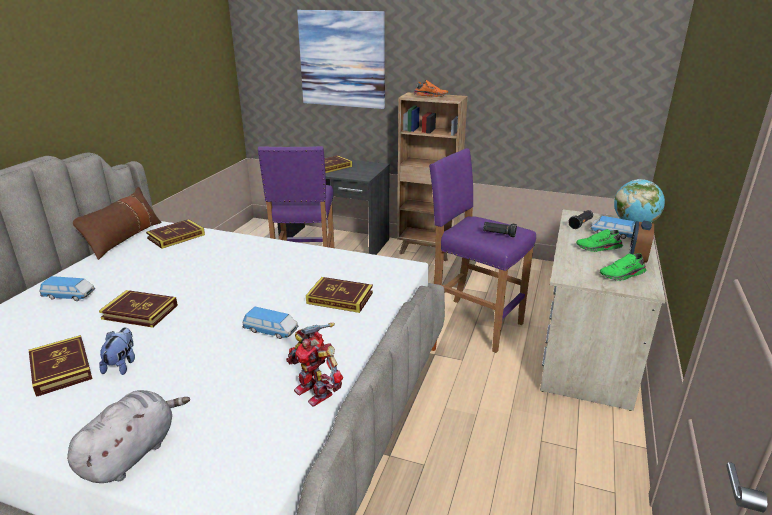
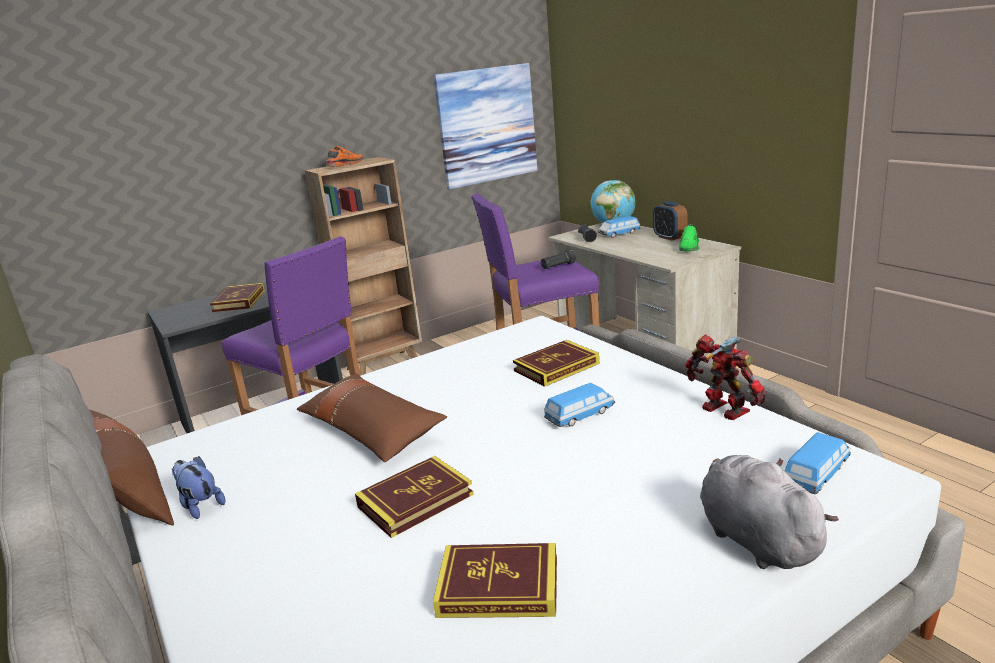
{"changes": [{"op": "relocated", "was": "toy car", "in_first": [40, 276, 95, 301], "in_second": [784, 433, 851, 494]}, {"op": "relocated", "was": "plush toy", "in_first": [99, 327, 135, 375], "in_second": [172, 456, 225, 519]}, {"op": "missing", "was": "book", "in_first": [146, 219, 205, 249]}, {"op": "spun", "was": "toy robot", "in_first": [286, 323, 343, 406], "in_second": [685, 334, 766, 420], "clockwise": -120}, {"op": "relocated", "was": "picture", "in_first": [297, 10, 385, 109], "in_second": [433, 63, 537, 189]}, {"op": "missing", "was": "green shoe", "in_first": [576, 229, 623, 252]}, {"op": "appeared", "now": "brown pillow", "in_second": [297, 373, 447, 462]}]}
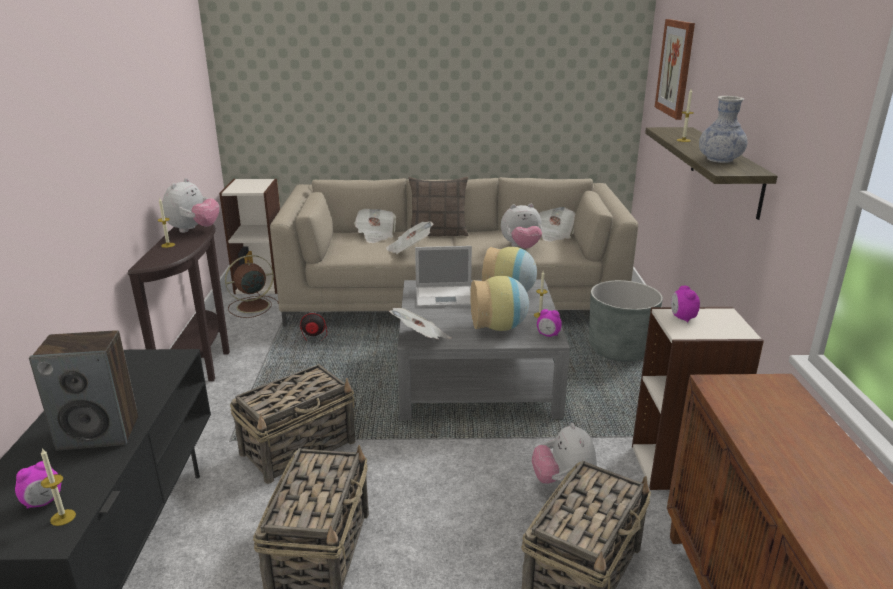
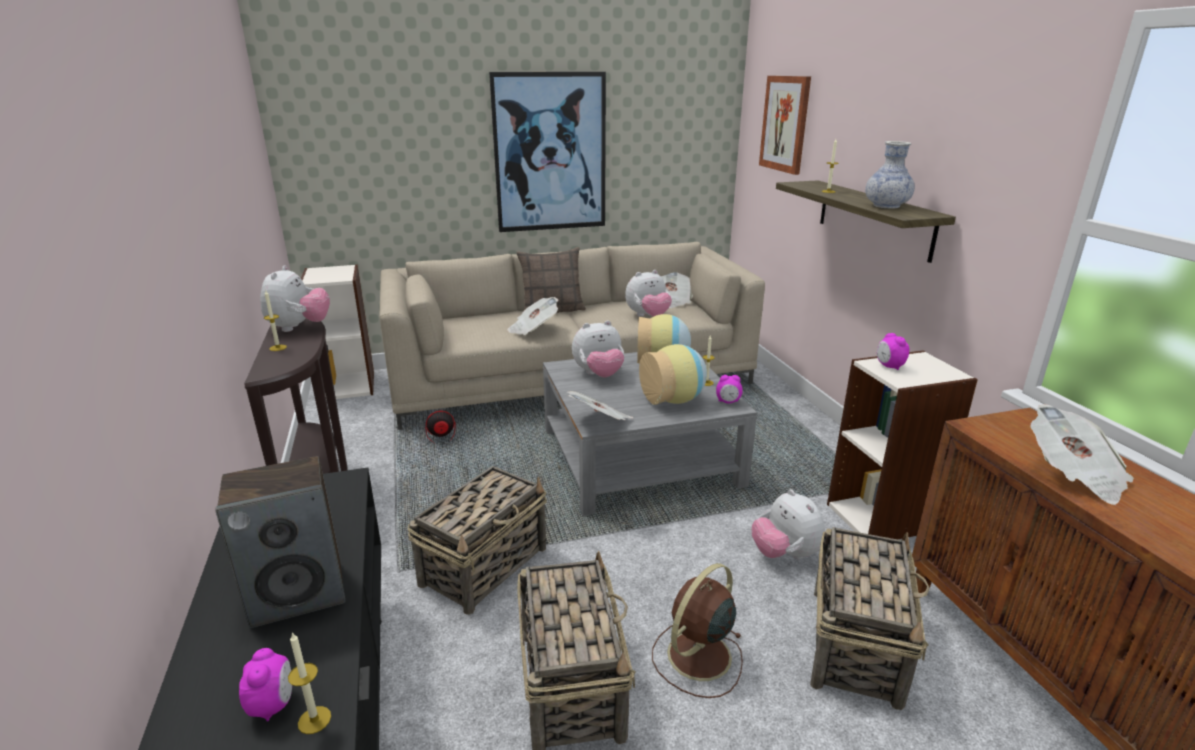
{"changes": [{"op": "spun", "was": "alarm clock", "in_first": [15, 461, 61, 509], "in_second": [239, 648, 292, 722], "clockwise": -45}, {"op": "relocated", "was": "brown fan", "in_first": [225, 255, 279, 318], "in_second": [652, 563, 743, 698]}, {"op": "relocated", "was": "newspaper", "in_first": [354, 209, 396, 243], "in_second": [1031, 404, 1134, 505]}, {"op": "exchanged", "was": "laptop", "now": "plush toy", "in_first": [415, 246, 472, 308], "in_second": [572, 320, 624, 377]}, {"op": "missing", "was": "grey planter", "in_first": [589, 280, 663, 361]}, {"op": "appeared", "now": "picture", "in_second": [489, 72, 606, 232]}]}
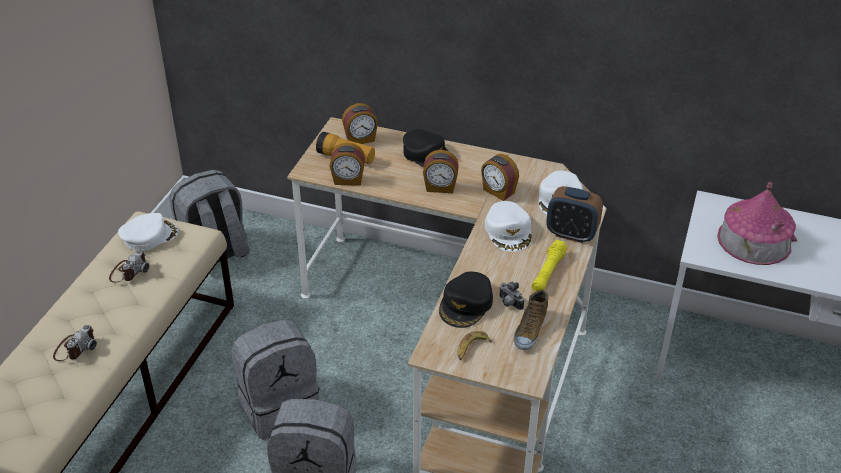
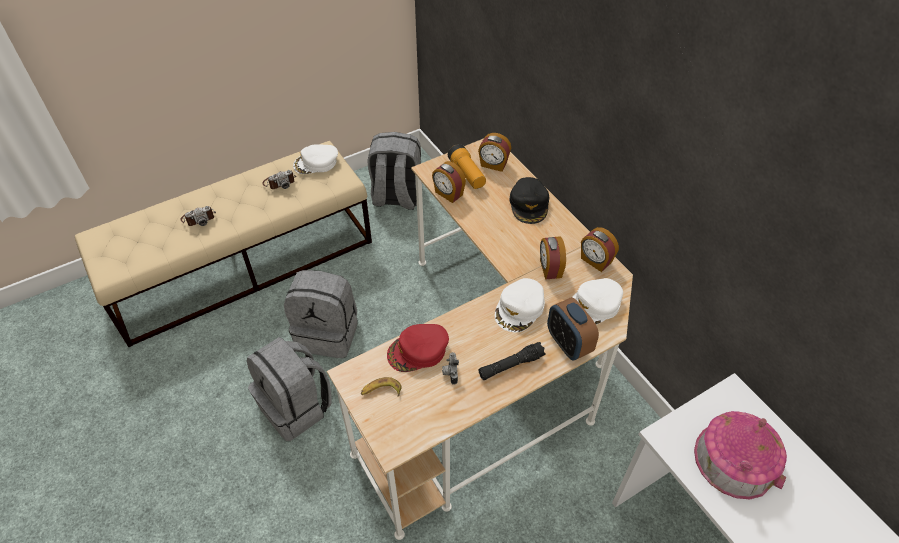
{"changes": [{"op": "spun", "was": "white cap", "in_first": [118, 213, 178, 251], "in_second": [293, 144, 338, 174], "clockwise": 150}, {"op": "relocated", "was": "alarm clock", "in_first": [423, 150, 459, 193], "in_second": [581, 227, 619, 272]}, {"op": "colour", "was": "black cap", "now": "red cap", "in_first": [439, 272, 493, 328], "in_second": [387, 324, 449, 372]}, {"op": "missing", "was": "shoe", "in_first": [514, 290, 548, 350]}, {"op": "colour", "was": "yellow flashlight", "now": "black flashlight", "in_first": [532, 239, 567, 292], "in_second": [478, 342, 545, 380]}]}
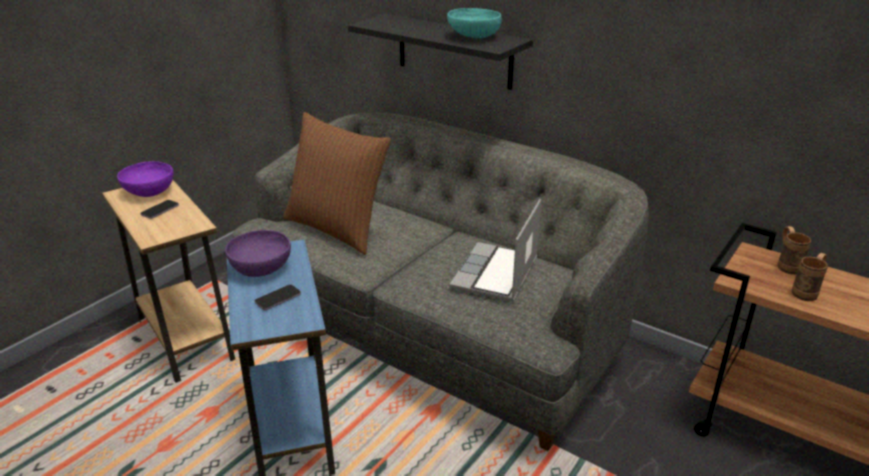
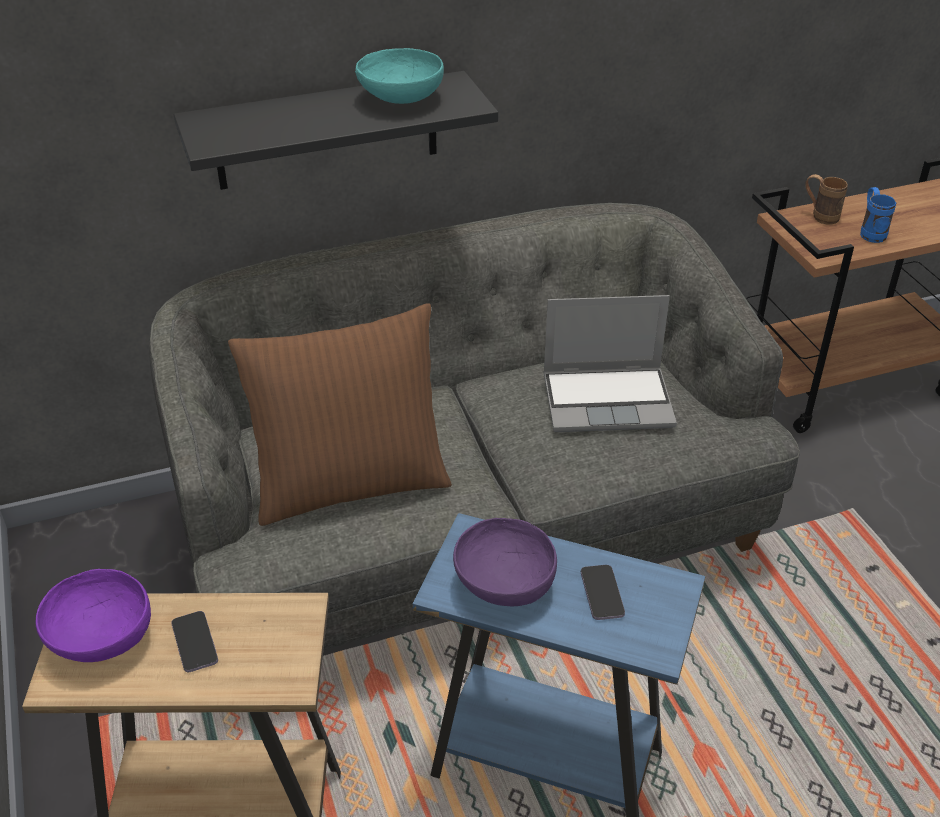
{"changes": [{"op": "spun", "was": "laptop", "in_first": [449, 199, 541, 302], "in_second": [544, 295, 677, 432], "clockwise": -60}, {"op": "colour", "was": "brown mug", "now": "blue mug", "in_first": [792, 253, 828, 301], "in_second": [860, 187, 896, 243]}]}
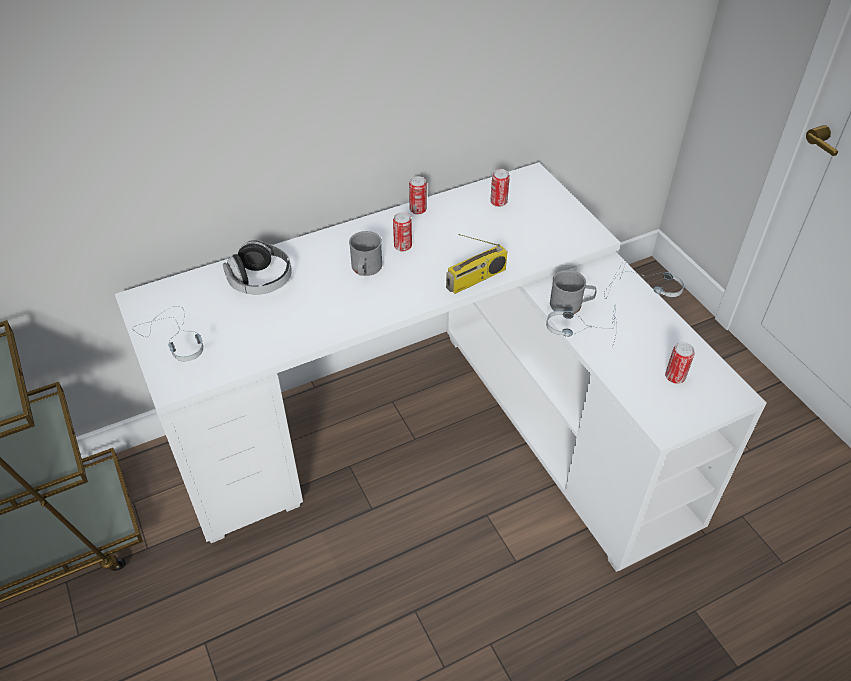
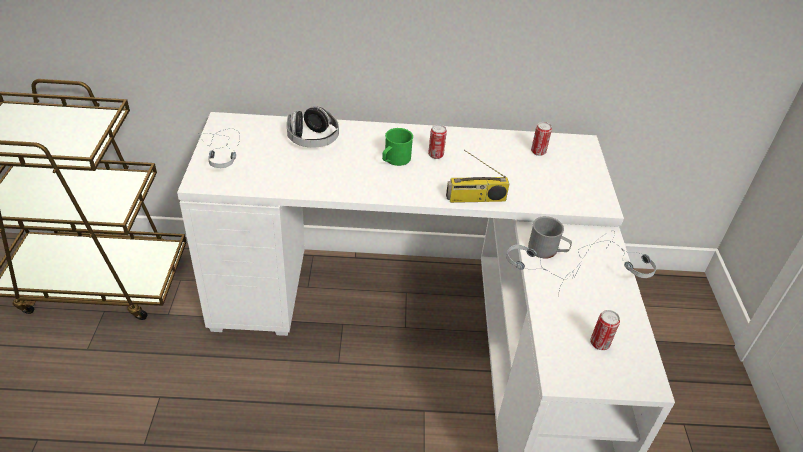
{"changes": [{"op": "colour", "was": "grey mug", "now": "green mug", "in_first": [349, 231, 382, 276], "in_second": [382, 128, 413, 166]}, {"op": "missing", "was": "can", "in_first": [409, 176, 427, 214]}]}
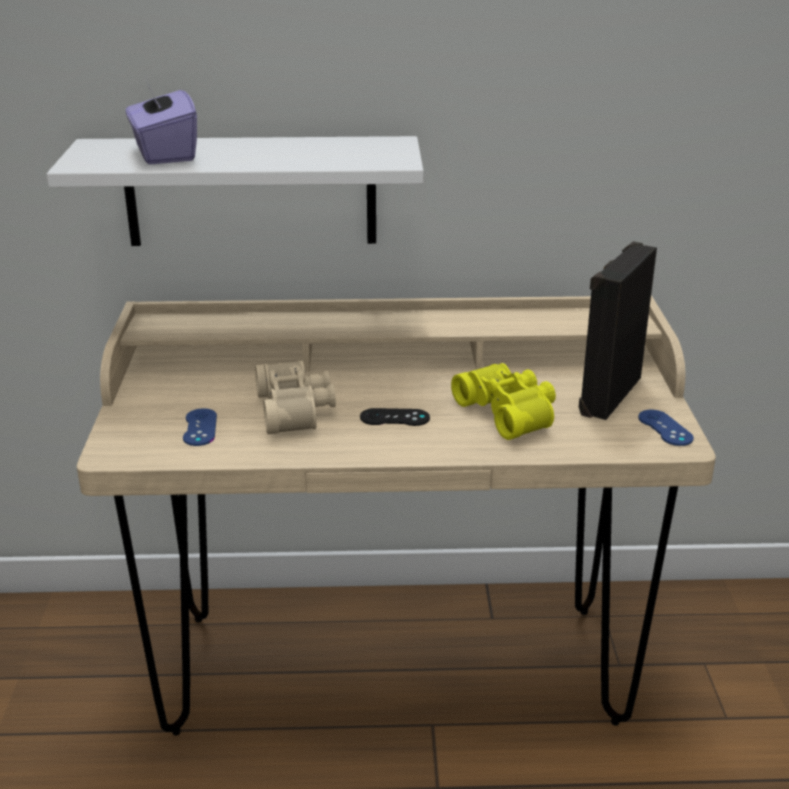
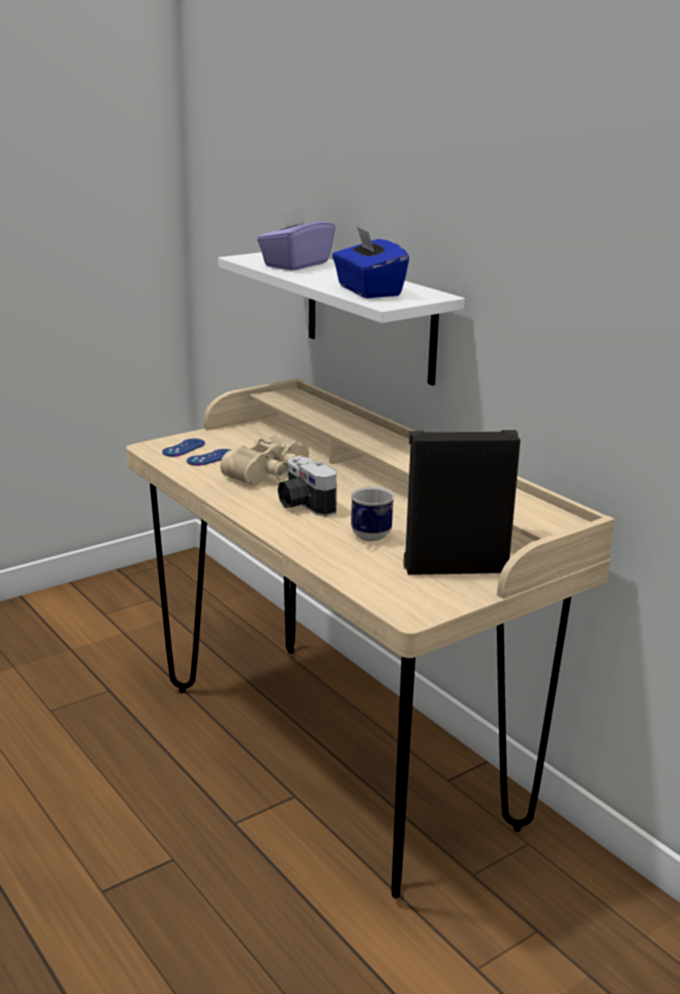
{"changes": [{"op": "exchanged", "was": "black game controller", "now": "photo camera", "in_first": [360, 408, 430, 426], "in_second": [278, 456, 337, 517]}, {"op": "exchanged", "was": "yellow binoculars", "now": "mug", "in_first": [451, 363, 556, 440], "in_second": [351, 486, 395, 541]}, {"op": "relocated", "was": "blue game controller", "in_first": [638, 410, 694, 446], "in_second": [162, 439, 205, 457]}, {"op": "appeared", "now": "blue tissue box", "in_second": [332, 225, 409, 298]}]}
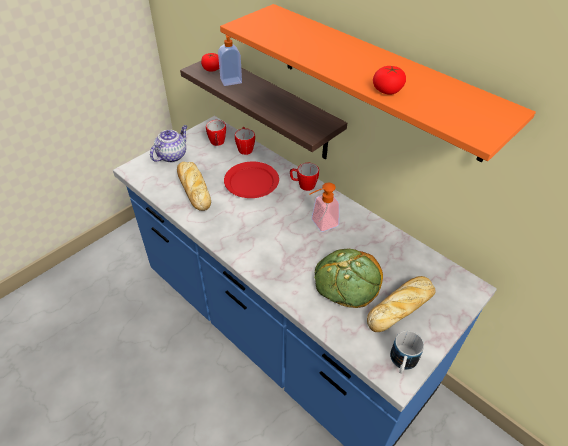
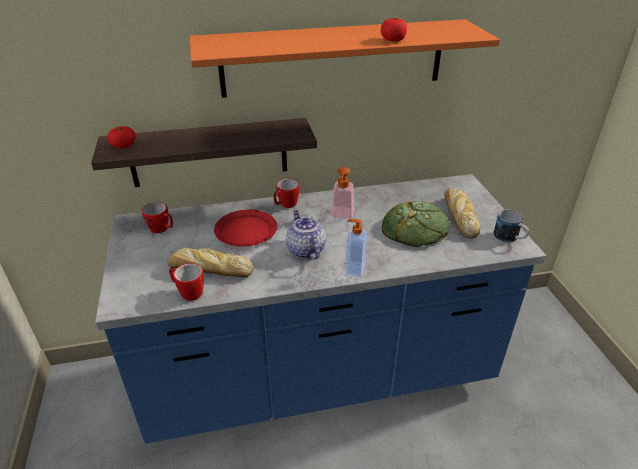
{"changes": [{"op": "relocated", "was": "teapot", "in_first": [150, 125, 187, 163], "in_second": [286, 210, 326, 260]}, {"op": "relocated", "was": "soap dispenser", "in_first": [218, 35, 242, 86], "in_second": [345, 219, 367, 277]}, {"op": "relocated", "was": "mug", "in_first": [235, 126, 255, 155], "in_second": [169, 263, 204, 301]}]}
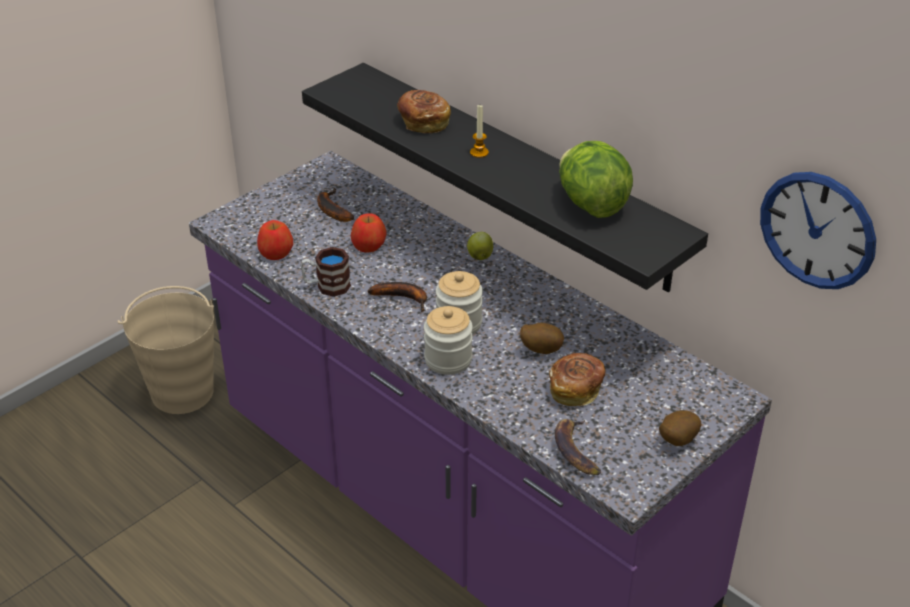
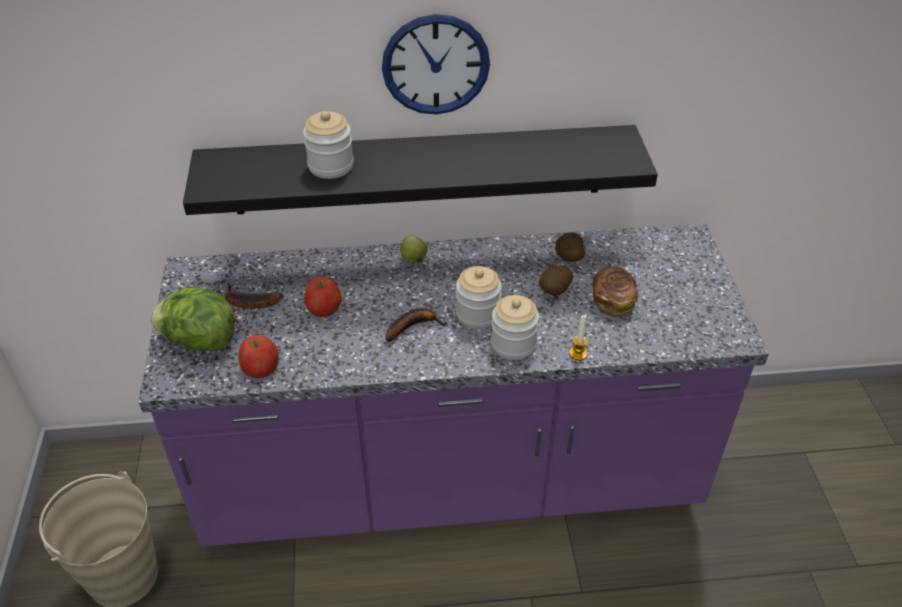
{"changes": [{"op": "missing", "was": "mug", "in_first": [300, 247, 351, 297]}, {"op": "exchanged", "was": "bread", "now": "jar", "in_first": [397, 90, 451, 133], "in_second": [303, 111, 354, 179]}, {"op": "relocated", "was": "candle", "in_first": [470, 105, 489, 158], "in_second": [569, 315, 588, 360]}, {"op": "missing", "was": "banana", "in_first": [555, 419, 601, 475]}, {"op": "relocated", "was": "lettuce", "in_first": [559, 141, 633, 218], "in_second": [150, 287, 235, 351]}, {"op": "relocated", "was": "potato", "in_first": [659, 411, 701, 446], "in_second": [555, 232, 585, 262]}, {"op": "relocated", "was": "wall clock", "in_first": [760, 172, 876, 289], "in_second": [382, 14, 490, 114]}]}
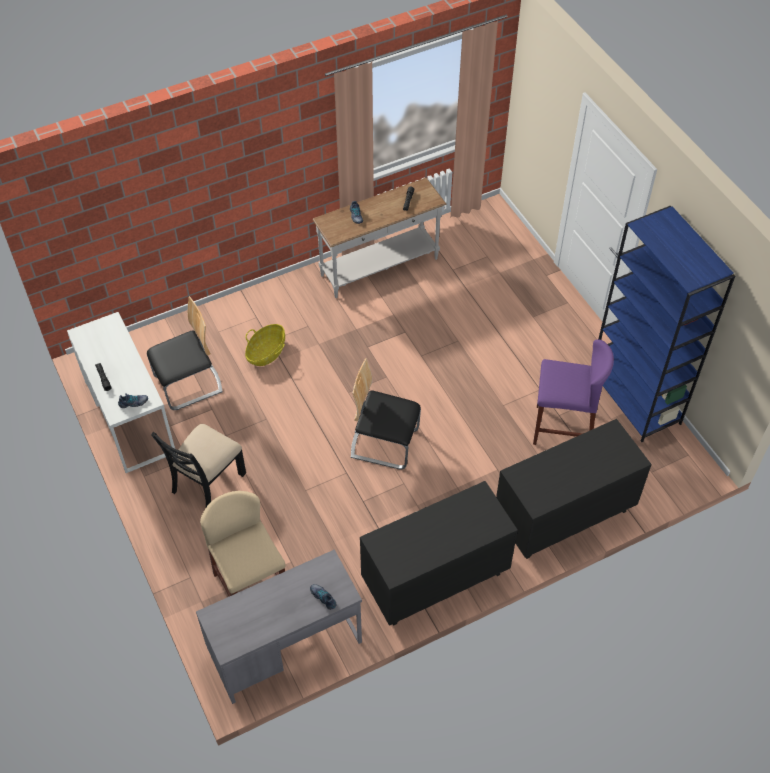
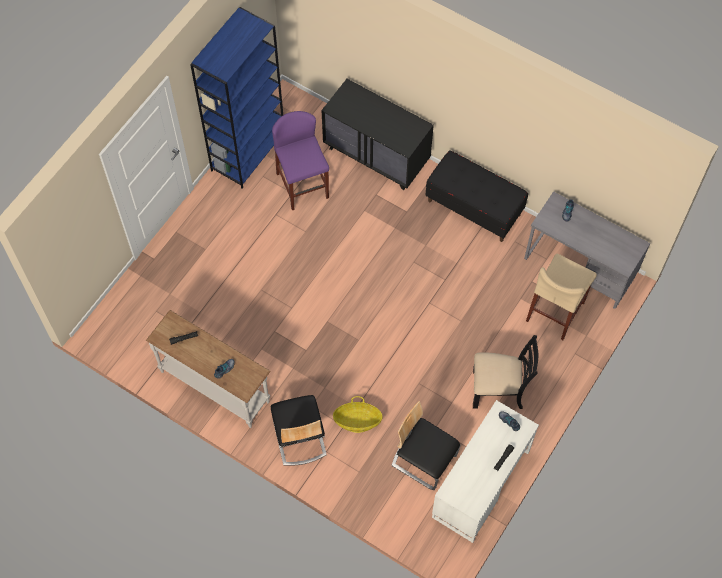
{"changes": [{"op": "relocated", "was": "chair", "in_first": [351, 358, 421, 469], "in_second": [271, 395, 327, 466]}, {"op": "exchanged", "was": "black dresser", "now": "black bench", "in_first": [360, 481, 518, 626], "in_second": [426, 150, 528, 242]}]}
